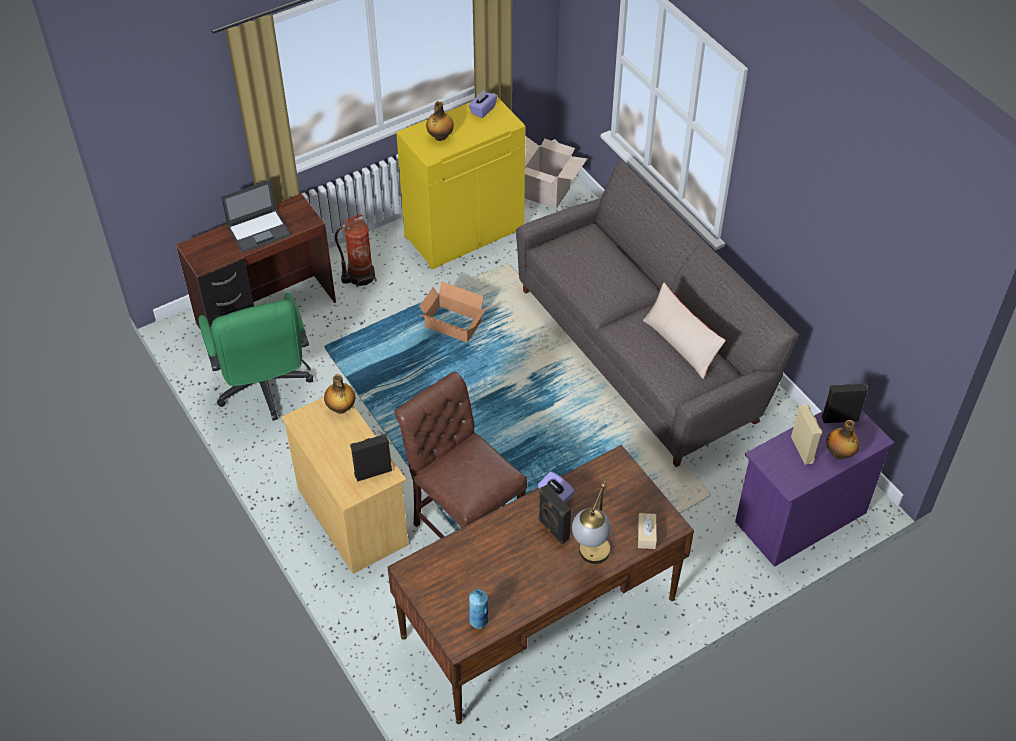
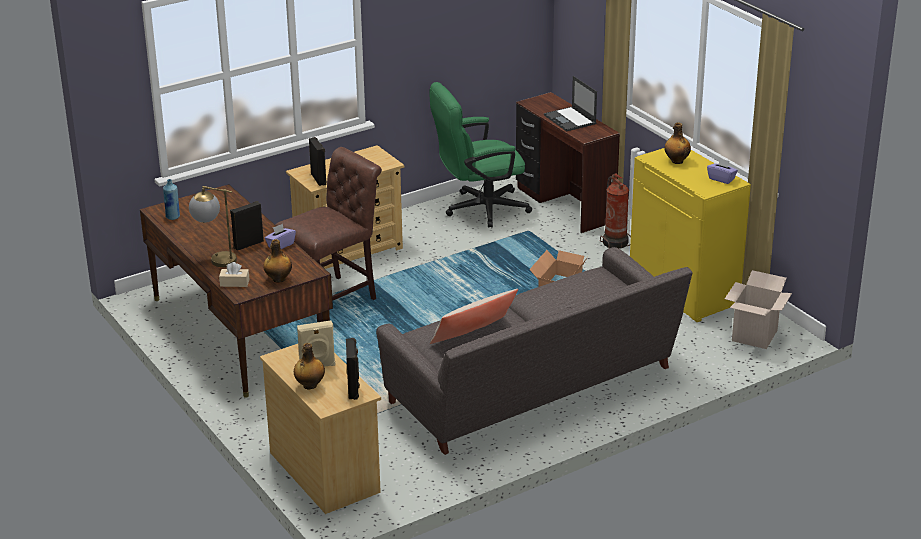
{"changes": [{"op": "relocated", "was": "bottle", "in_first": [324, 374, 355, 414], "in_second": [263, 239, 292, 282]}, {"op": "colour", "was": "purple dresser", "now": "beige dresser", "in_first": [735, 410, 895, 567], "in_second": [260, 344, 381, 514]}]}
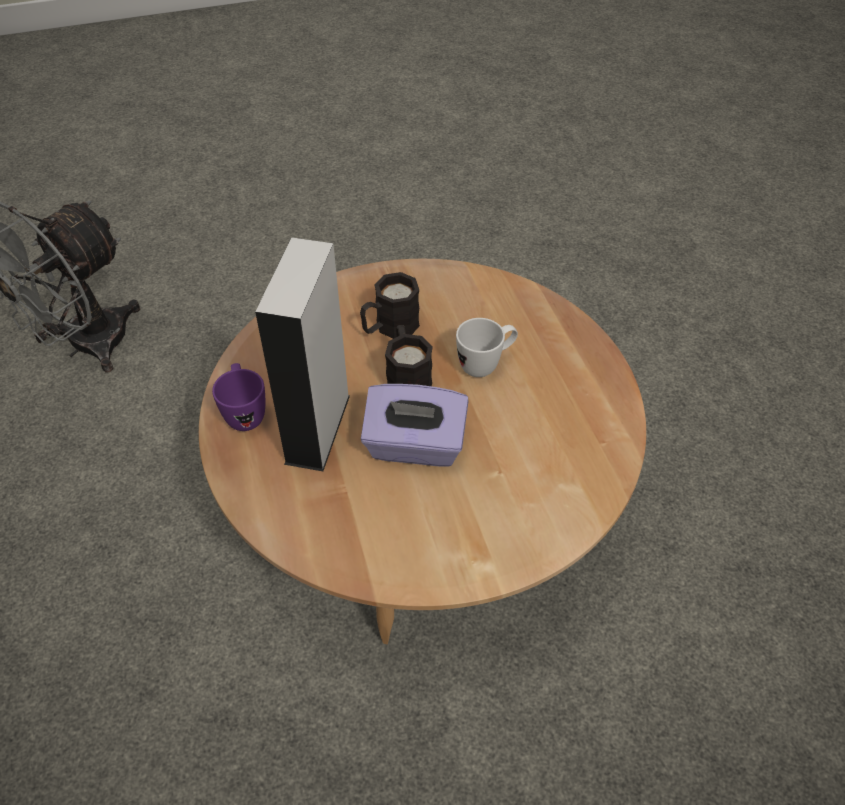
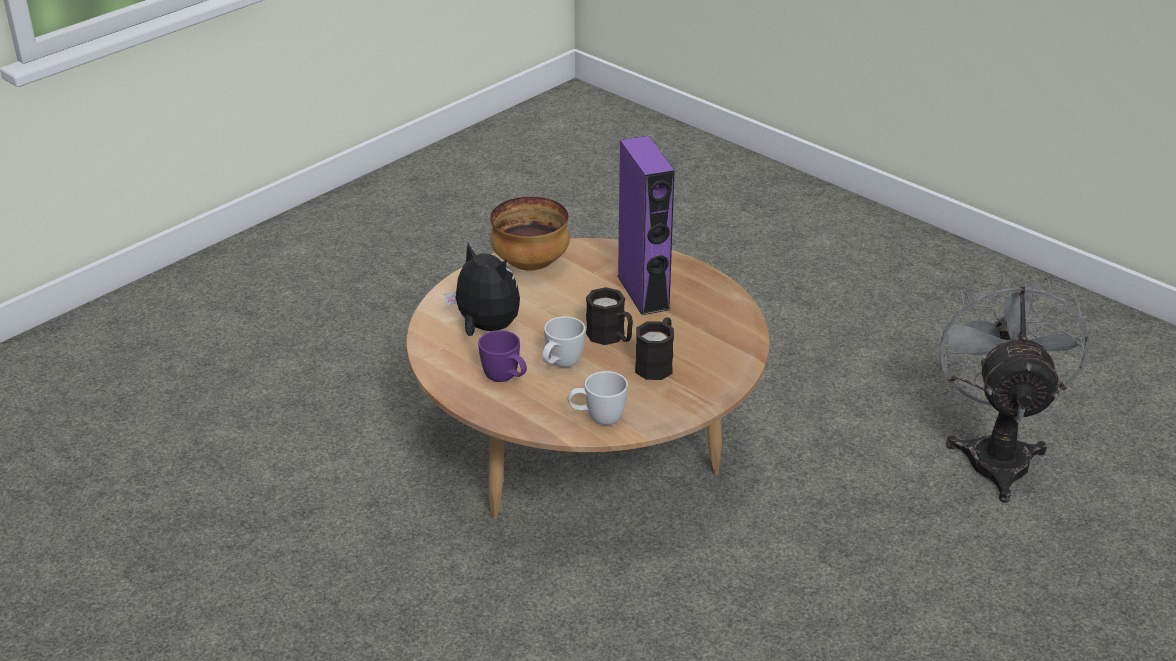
{"changes": [{"op": "relocated", "was": "purple mug", "in_first": [212, 363, 265, 431], "in_second": [478, 330, 527, 382]}, {"op": "colour", "was": "grey speaker", "now": "purple speaker", "in_first": [255, 237, 350, 471], "in_second": [617, 136, 675, 315]}, {"op": "missing", "was": "purple tissue box", "in_first": [361, 384, 469, 467]}, {"op": "appeared", "now": "plush toy", "in_second": [444, 243, 520, 336]}, {"op": "appeared", "now": "bowl", "in_second": [490, 197, 570, 271]}, {"op": "appeared", "now": "white mug", "in_second": [568, 371, 628, 425]}]}
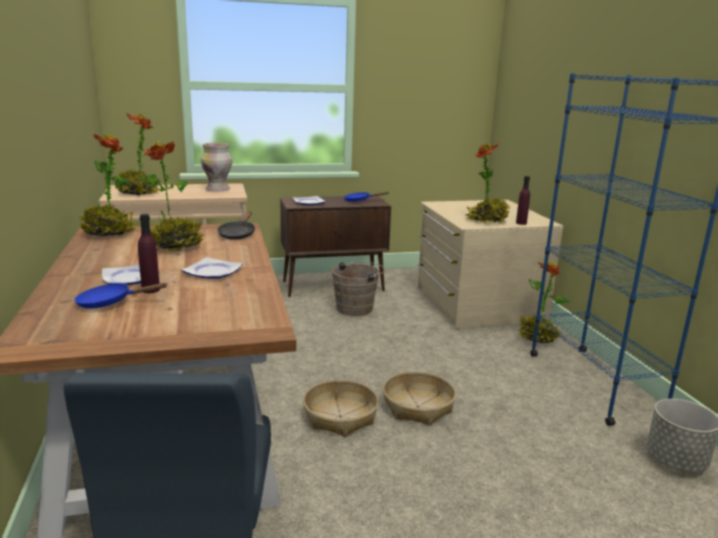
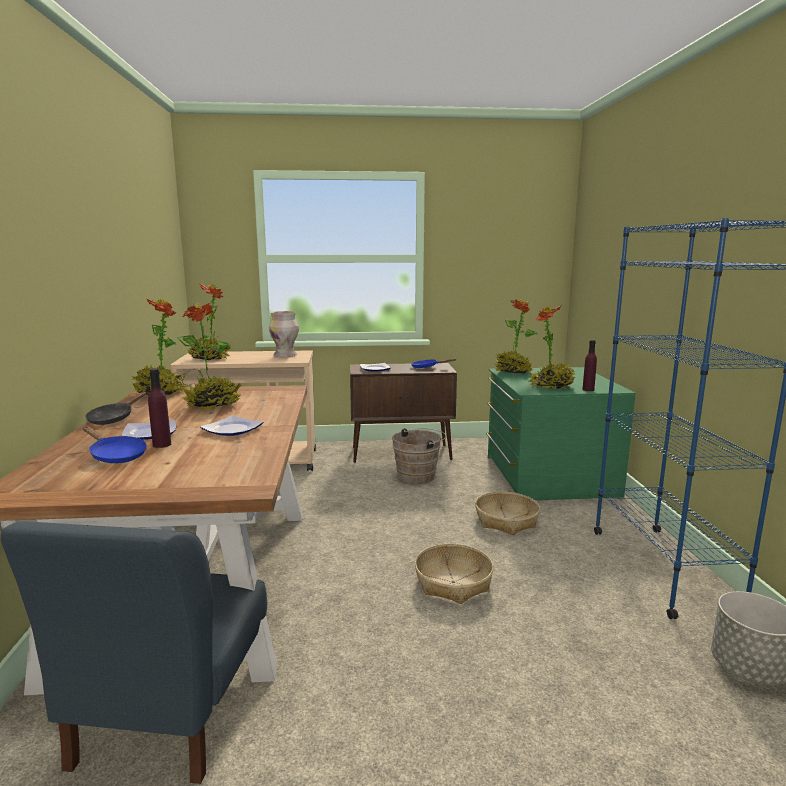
{"changes": [{"op": "spun", "was": "blue frying pan", "in_first": [74, 283, 167, 309], "in_second": [83, 426, 147, 463], "clockwise": -150}, {"op": "relocated", "was": "black frying pan", "in_first": [218, 211, 255, 240], "in_second": [85, 392, 146, 425]}, {"op": "relocated", "was": "basket", "in_first": [303, 380, 379, 437], "in_second": [475, 491, 540, 535]}, {"op": "colour", "was": "beige dresser", "now": "green dresser", "in_first": [418, 200, 563, 329], "in_second": [486, 367, 636, 500]}, {"op": "relocated", "was": "potted plant", "in_first": [519, 262, 570, 343], "in_second": [494, 299, 537, 374]}]}
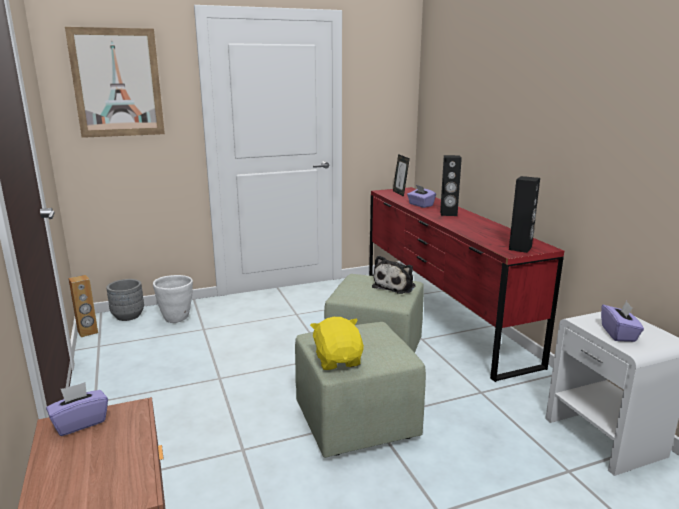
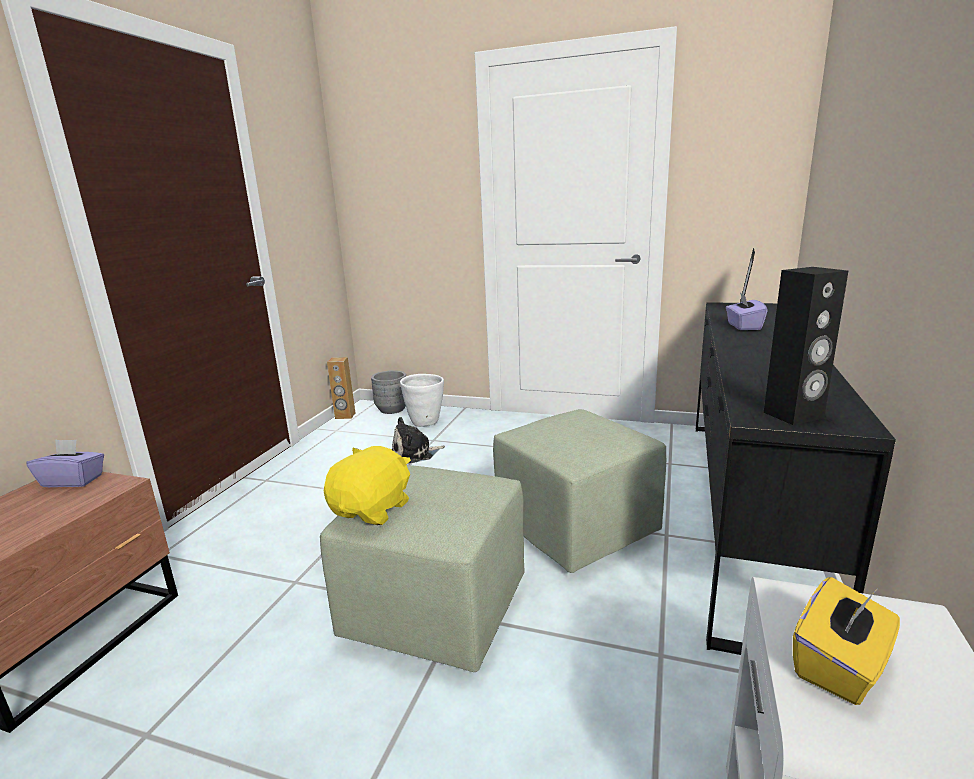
{"changes": [{"op": "missing", "was": "picture", "in_first": [65, 27, 165, 138]}, {"op": "colour", "was": "red dresser", "now": "black dresser", "in_first": [369, 187, 564, 382], "in_second": [696, 302, 896, 655]}, {"op": "relocated", "was": "plush toy", "in_first": [372, 255, 416, 294], "in_second": [392, 417, 445, 464]}, {"op": "missing", "was": "black speaker", "in_first": [440, 155, 462, 216]}, {"op": "colour", "was": "purple tissue box", "now": "yellow tissue box", "in_first": [601, 301, 644, 342], "in_second": [793, 577, 900, 705]}]}
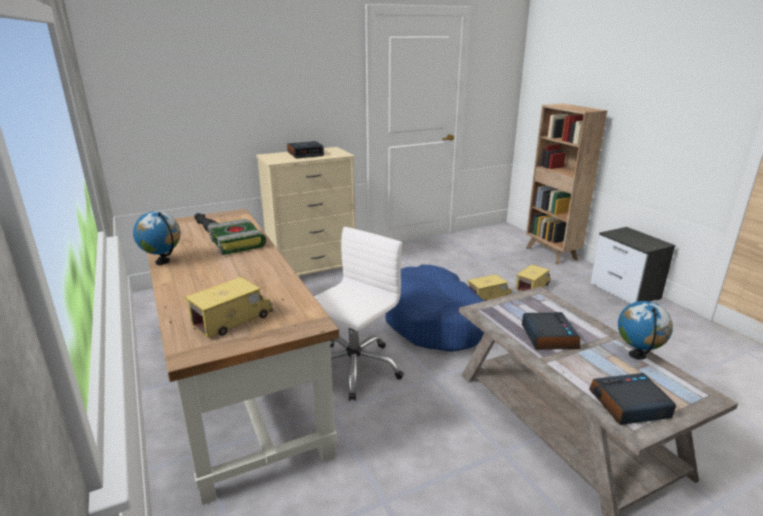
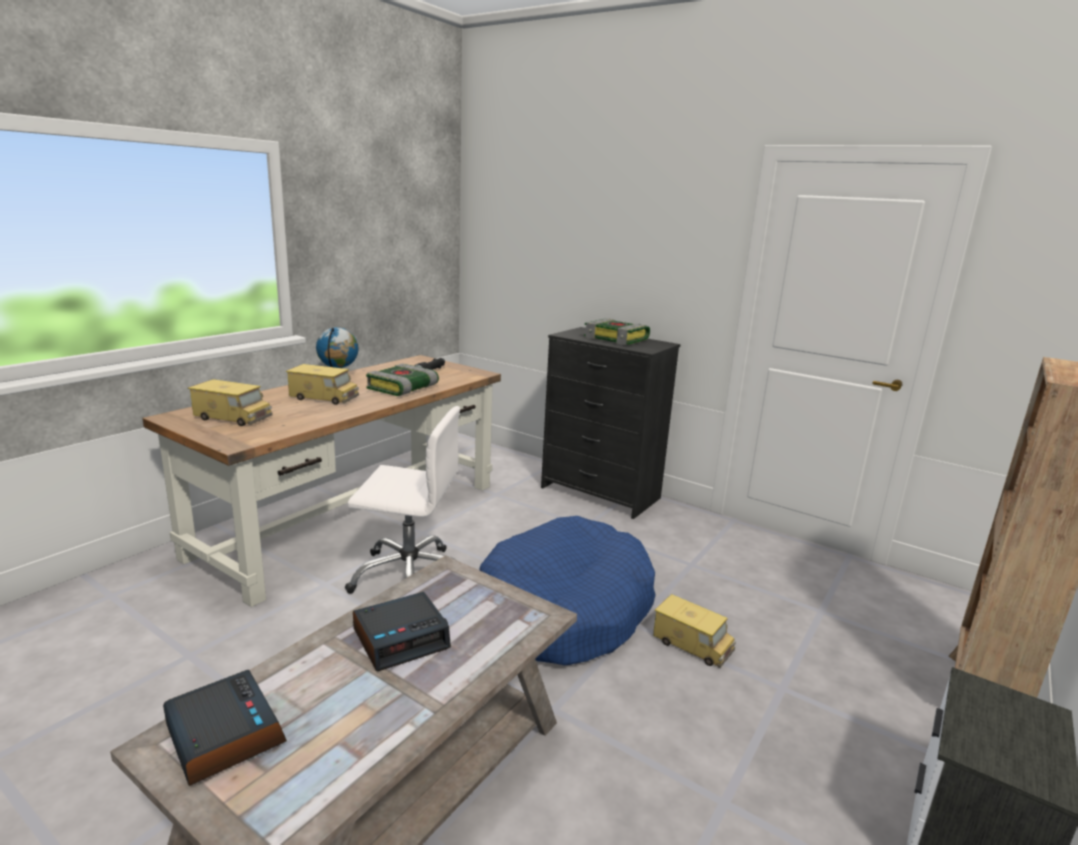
{"changes": [{"op": "colour", "was": "beige dresser", "now": "black dresser", "in_first": [256, 147, 355, 276], "in_second": [541, 327, 681, 519]}, {"op": "exchanged", "was": "alarm clock", "now": "book", "in_first": [287, 141, 324, 159], "in_second": [584, 319, 650, 345]}, {"op": "relocated", "was": "toy truck", "in_first": [515, 265, 551, 291], "in_second": [286, 364, 359, 405]}, {"op": "missing", "was": "globe", "in_first": [618, 301, 673, 360]}]}
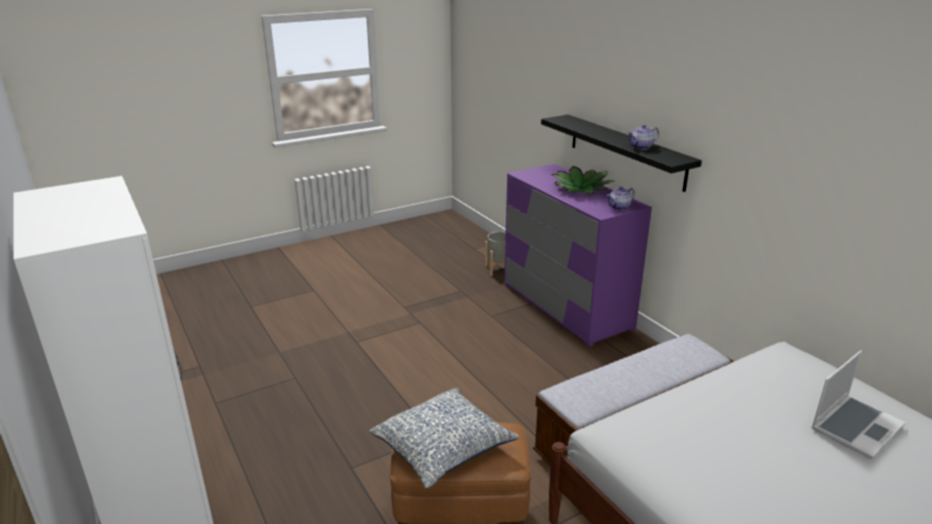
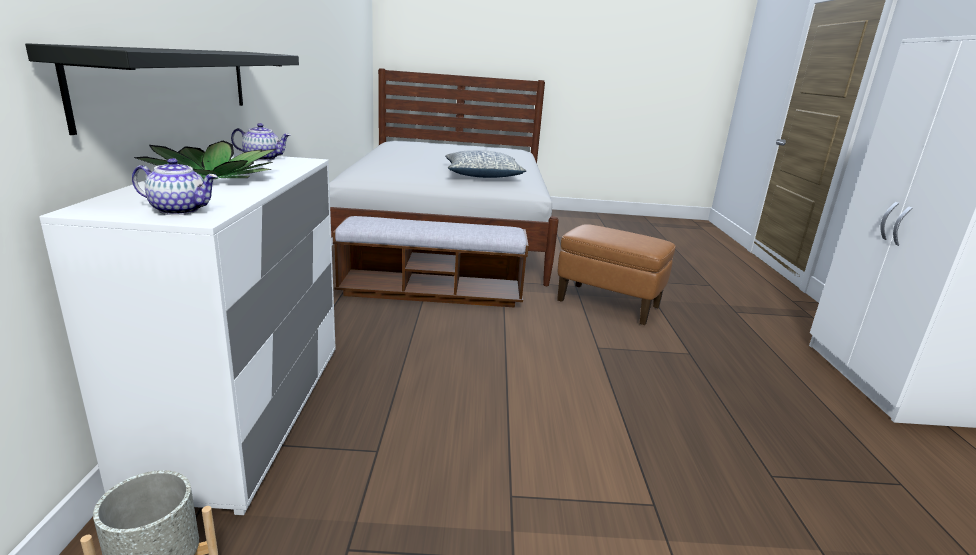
{"changes": [{"op": "relocated", "was": "pillow", "in_first": [369, 388, 519, 489], "in_second": [445, 150, 526, 178]}, {"op": "colour", "was": "purple dresser", "now": "white dresser", "in_first": [504, 164, 652, 347], "in_second": [39, 153, 335, 515]}, {"op": "relocated", "was": "teapot", "in_first": [628, 125, 659, 149], "in_second": [132, 158, 218, 215]}, {"op": "missing", "was": "laptop", "in_first": [811, 350, 906, 459]}]}
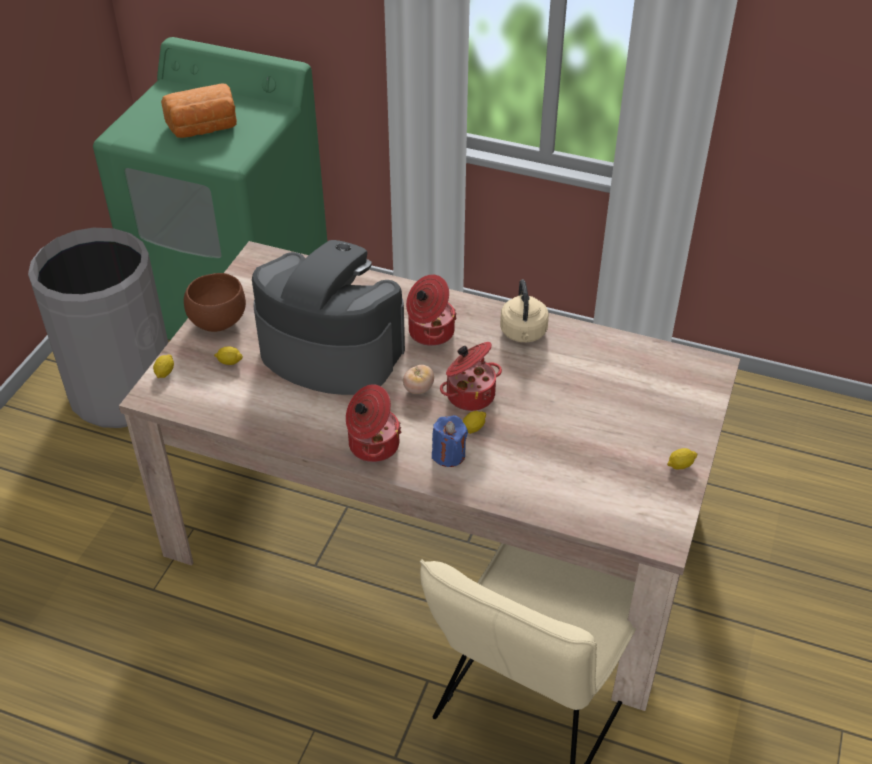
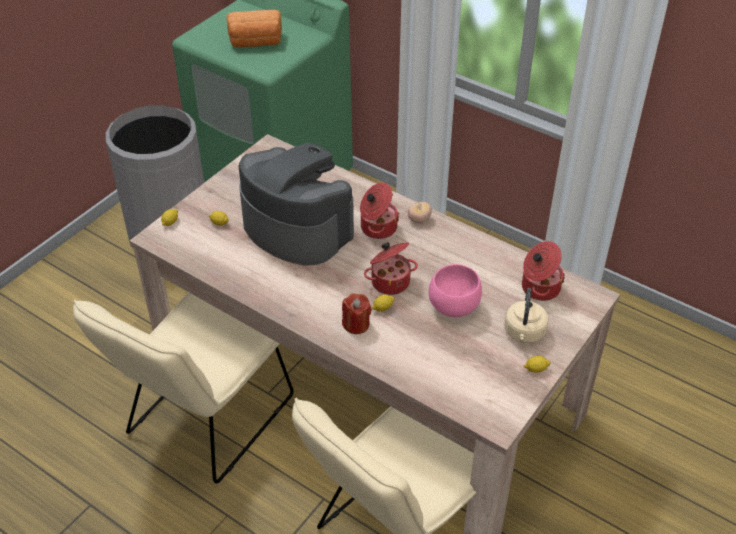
{"changes": [{"op": "missing", "was": "brown bowl", "in_first": [184, 273, 246, 332]}, {"op": "relocated", "was": "cooking pot", "in_first": [346, 384, 401, 462], "in_second": [522, 241, 565, 301]}, {"op": "relocated", "was": "tomato", "in_first": [403, 365, 434, 394], "in_second": [408, 202, 432, 223]}, {"op": "colour", "was": "blue candle", "now": "red candle", "in_first": [432, 415, 468, 467], "in_second": [342, 293, 372, 334]}, {"op": "relocated", "was": "beige kettle", "in_first": [500, 279, 549, 342], "in_second": [504, 288, 549, 343]}, {"op": "appeared", "now": "beige chair", "in_second": [73, 292, 294, 484]}, {"op": "appeared", "now": "pink bowl", "in_second": [429, 264, 482, 317]}]}
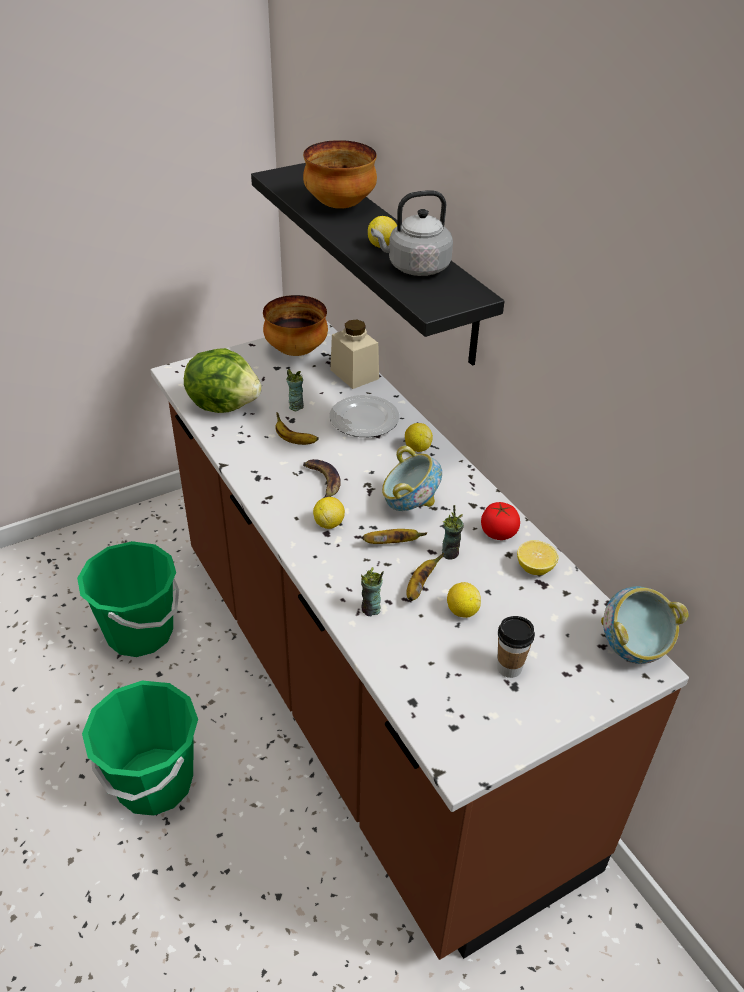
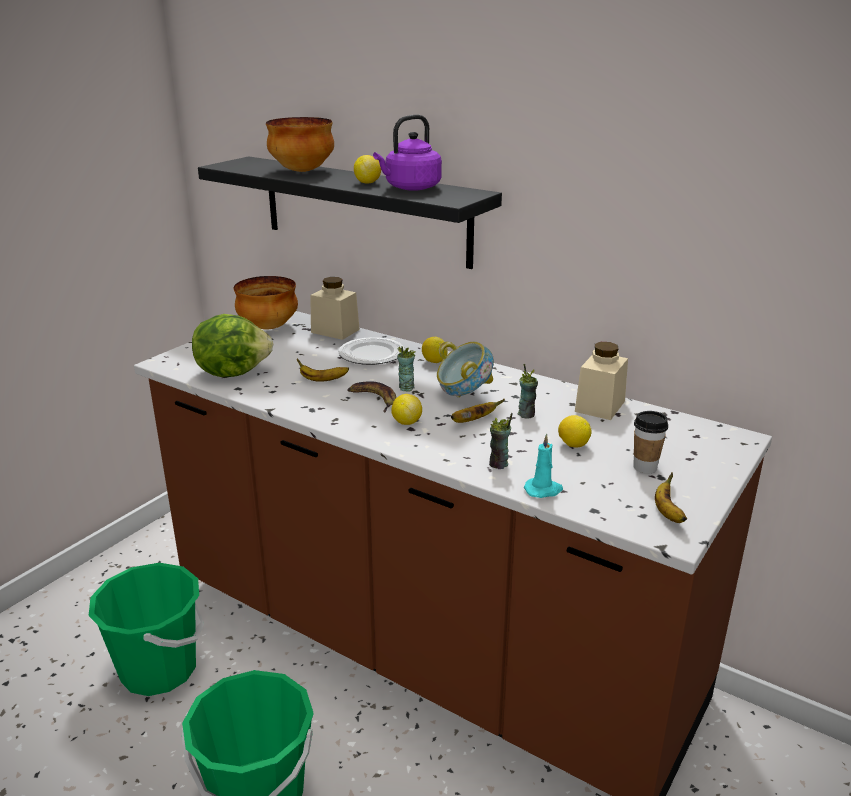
{"changes": [{"op": "relocated", "was": "cup", "in_first": [286, 369, 304, 411], "in_second": [397, 346, 415, 392]}, {"op": "colour", "was": "grey kettle", "now": "purple kettle", "in_first": [371, 190, 453, 276], "in_second": [373, 115, 442, 191]}, {"op": "relocated", "was": "banana", "in_first": [406, 553, 444, 601], "in_second": [655, 472, 687, 523]}, {"op": "missing", "was": "tomato", "in_first": [481, 502, 520, 540]}, {"op": "exchanged", "was": "lemon", "now": "beige jar", "in_first": [517, 540, 558, 575], "in_second": [575, 342, 628, 420]}, {"op": "missing", "was": "bowl", "in_first": [601, 586, 689, 664]}, {"op": "appeared", "now": "turquoise candle", "in_second": [524, 434, 563, 498]}]}
